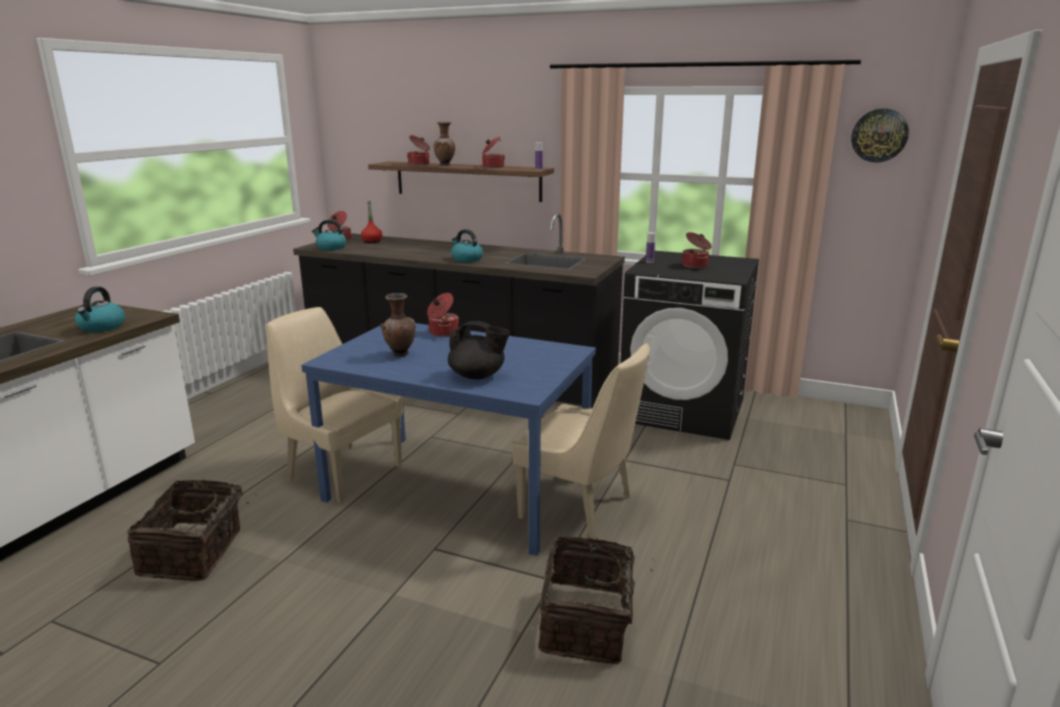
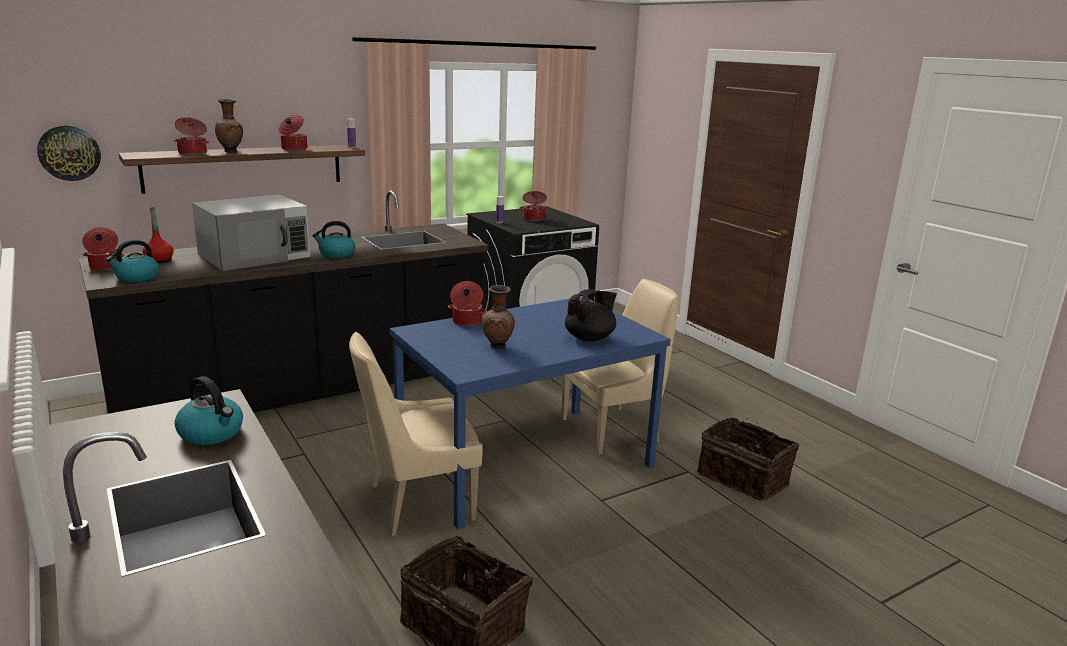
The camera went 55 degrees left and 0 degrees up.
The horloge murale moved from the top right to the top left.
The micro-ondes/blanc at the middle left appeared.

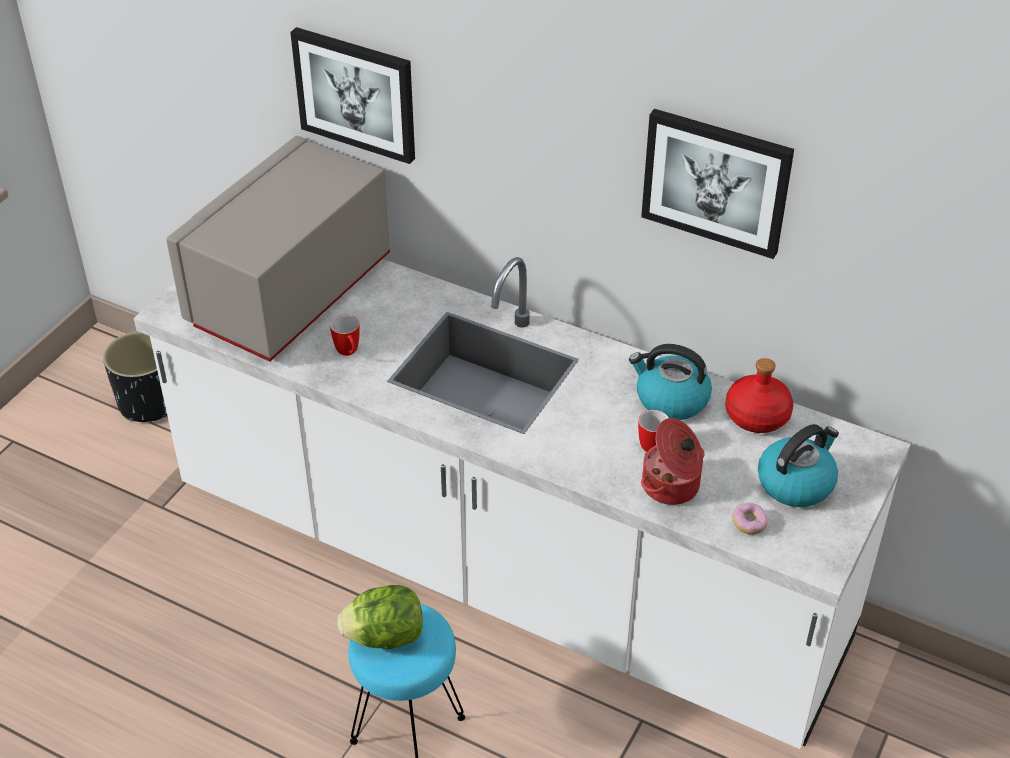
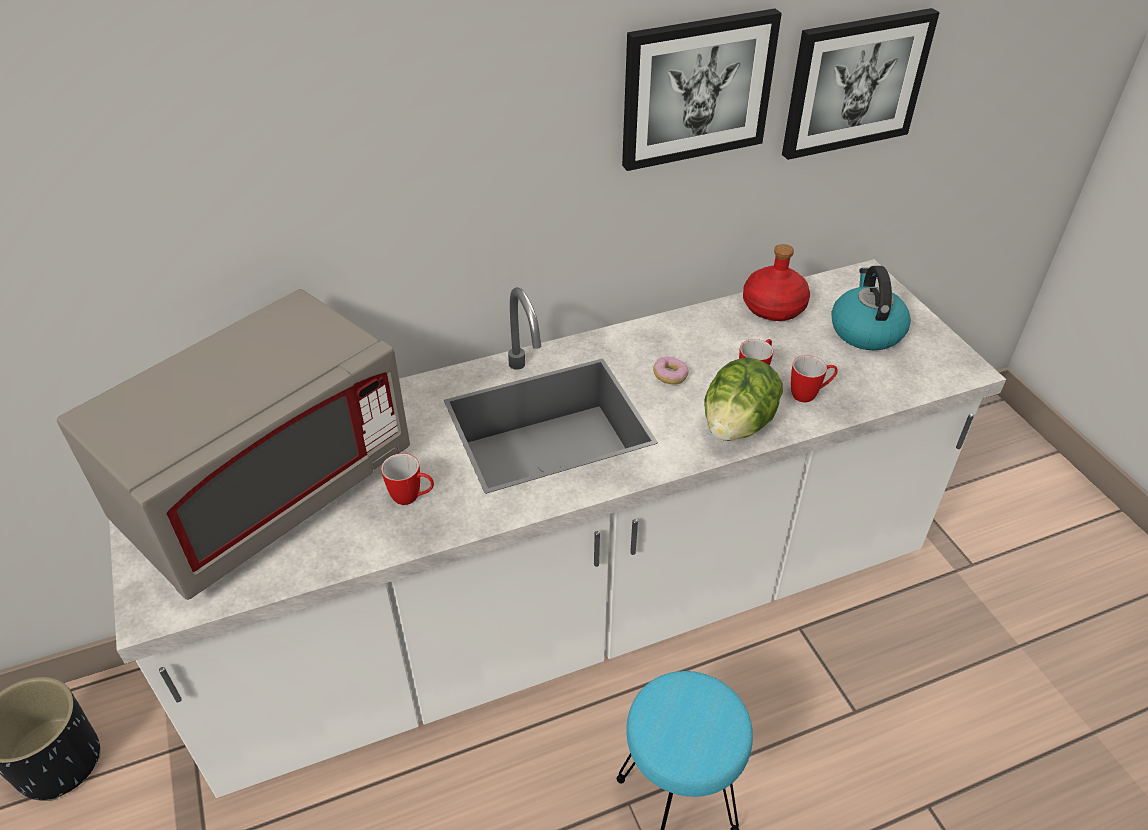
The camera went 50 degrees left and 0 degrees up.
The micro-ondes/gris at the top left turned 120 degrees counterclockwise.
The tableau (no. 1 from left in the first image) moved from the top centre to the top right.
The laitue moved from the bottom centre to the centre.
The bouilloire (no. 1 from left) at the centre disappeared.
The marmite at the centre was replaced by the mug (no. 3 from left) at the middle right.
The beignet moved from the bottom right to the centre.

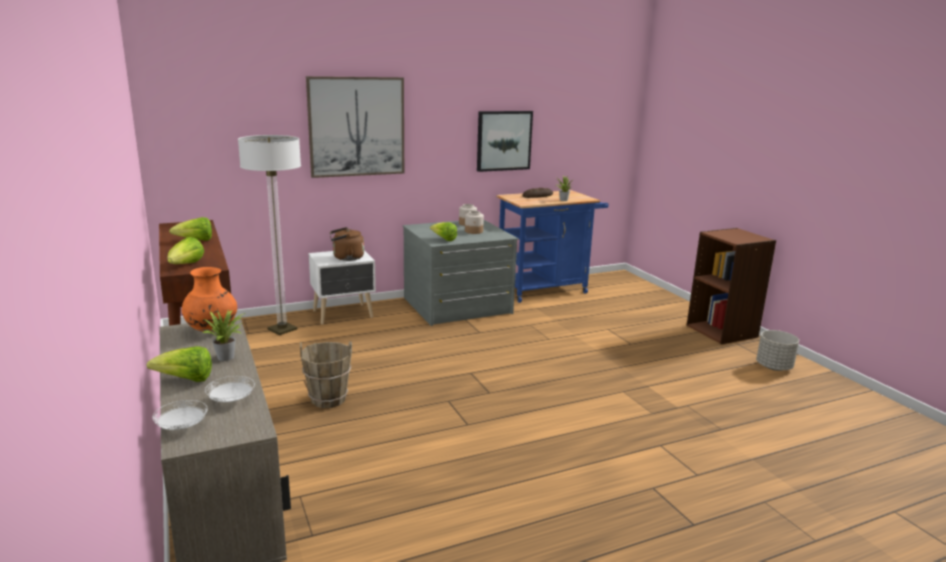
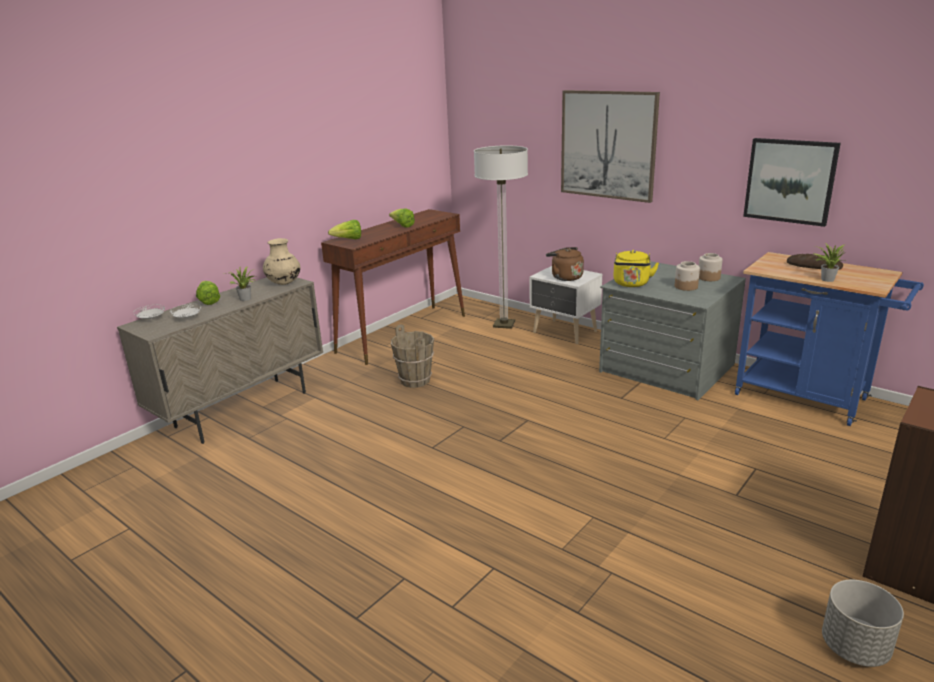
The camera went 65 degrees right and 5 degrees up.
The vase/orange at the middle left became the vase/beige at the middle left.
The laitue (no. 4 from left) at the centre was replaced by the bouilloire/jaune at the middle right.

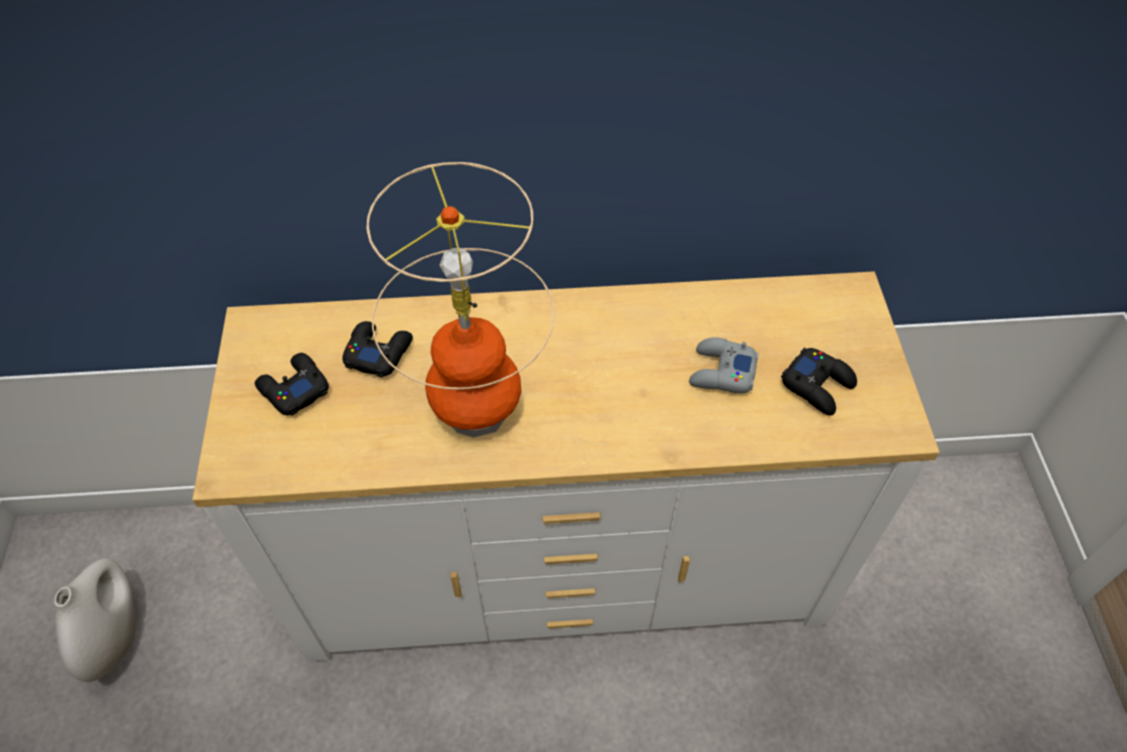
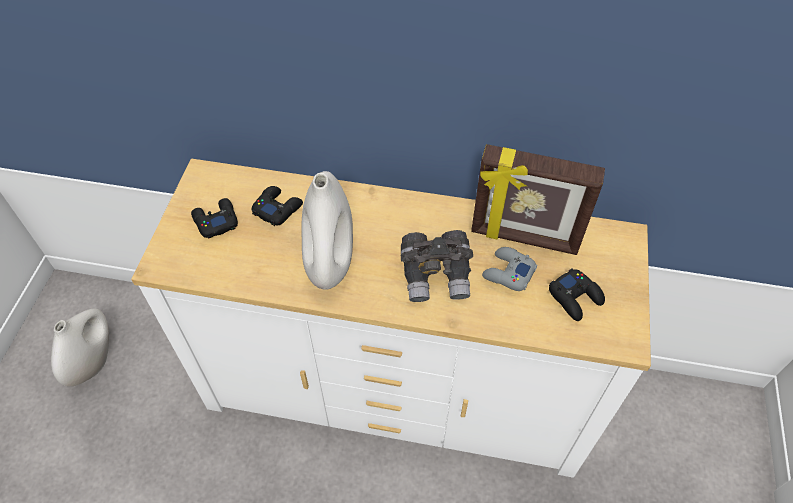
The camera went 15 degrees right and 0 degrees up.
The lampe de table at the centre was replaced by the vase/blanc (no. 2 from left) at the centre.
The jumelles/gris at the centre appeared.
The cadre photo at the middle right appeared.

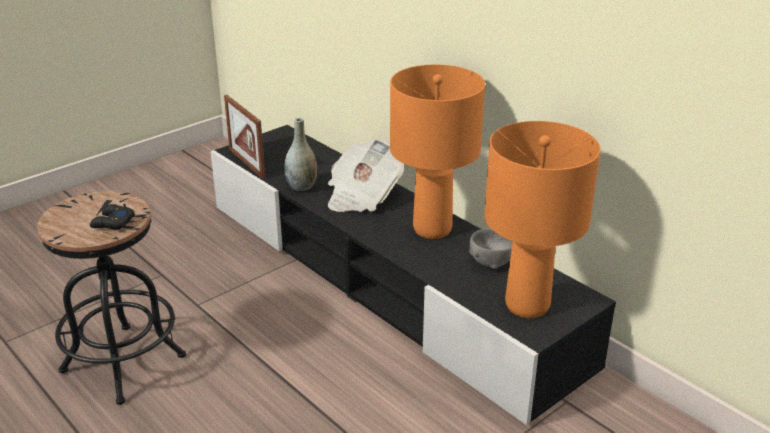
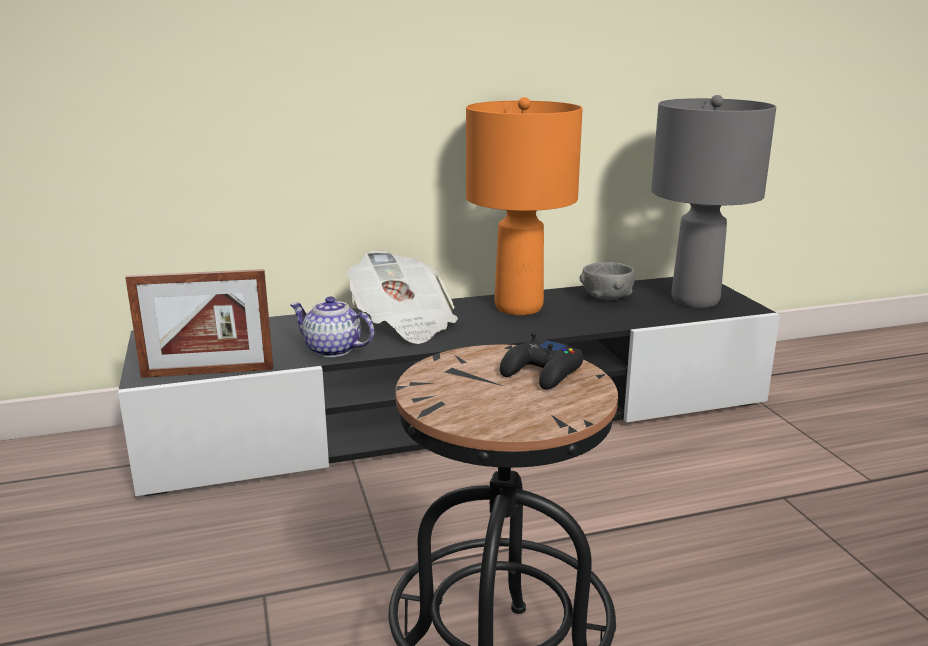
The camera went 65 degrees left and 10 degrees down.
The vase/gris at the centre was replaced by the théière at the centre.
The lampe de table/orange (no. 2 from left) at the middle right became the lampe de table/gris at the top right.

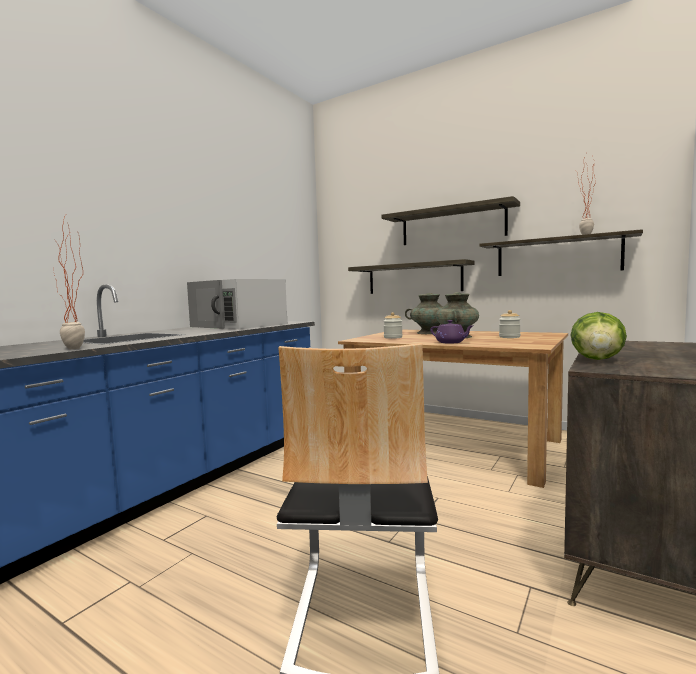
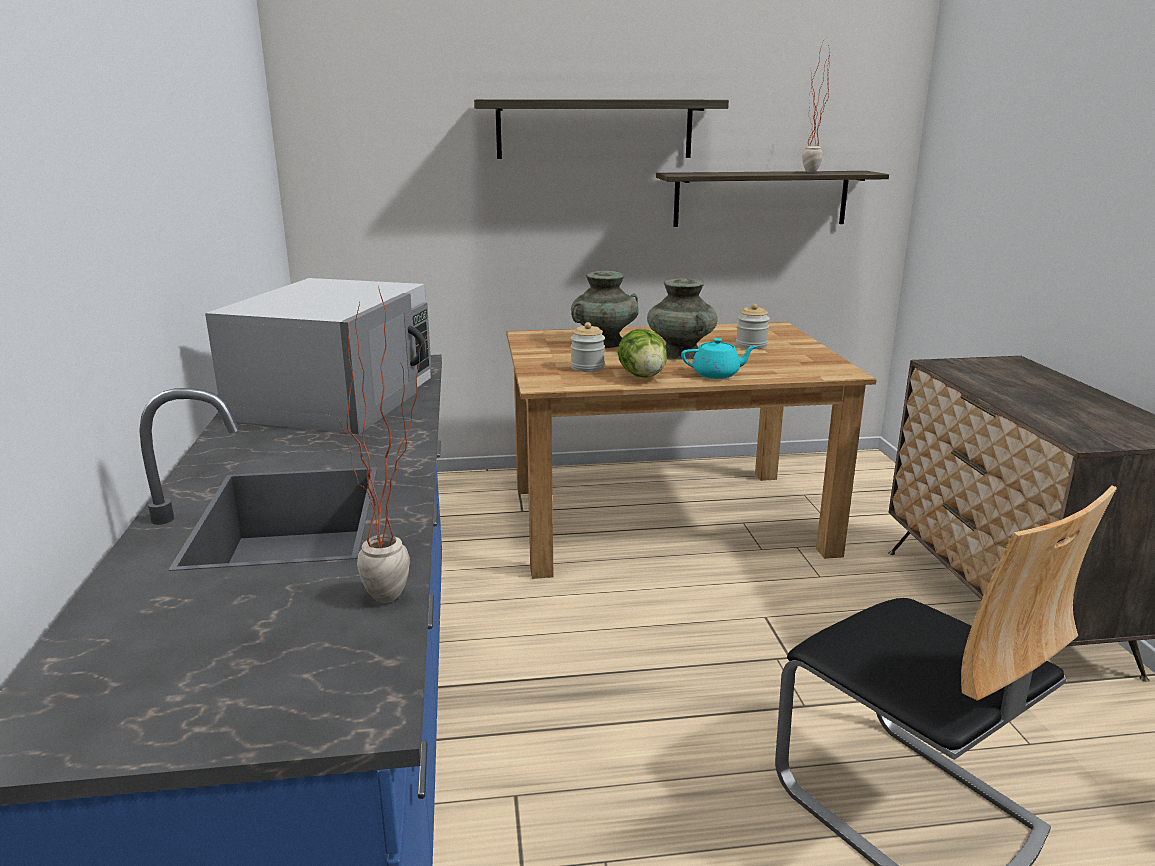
The camera went 40 degrees left and 15 degrees up.
The micro-ondes/blanc at the centre turned 75 degrees counterclockwise.
The étagère (no. 1 from left) at the centre disappeared.
The théière/violet at the centre became the théière/turquoise at the centre.
The laitue moved from the middle right to the centre.

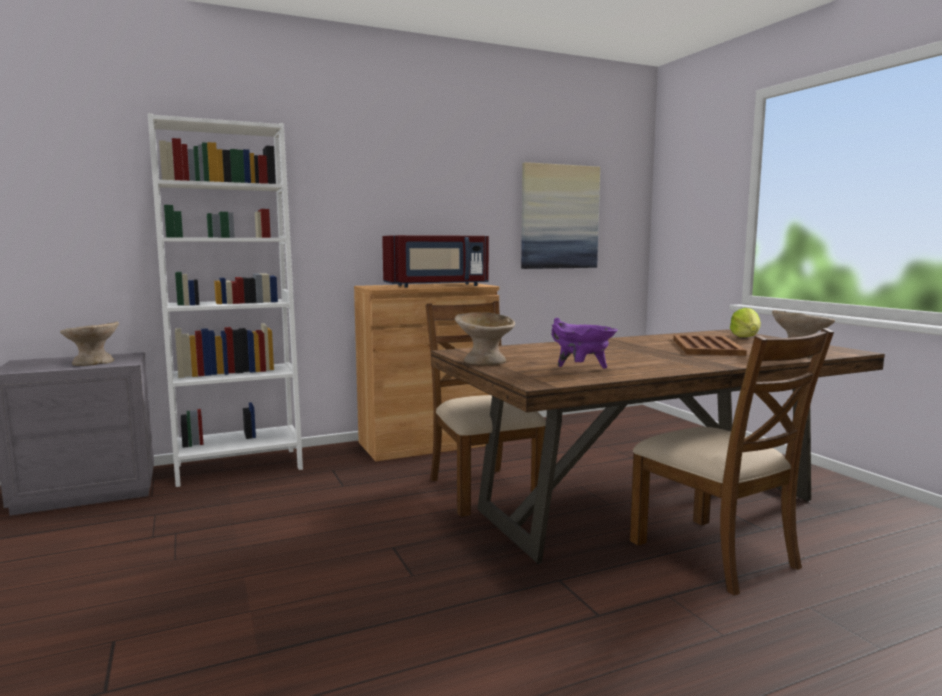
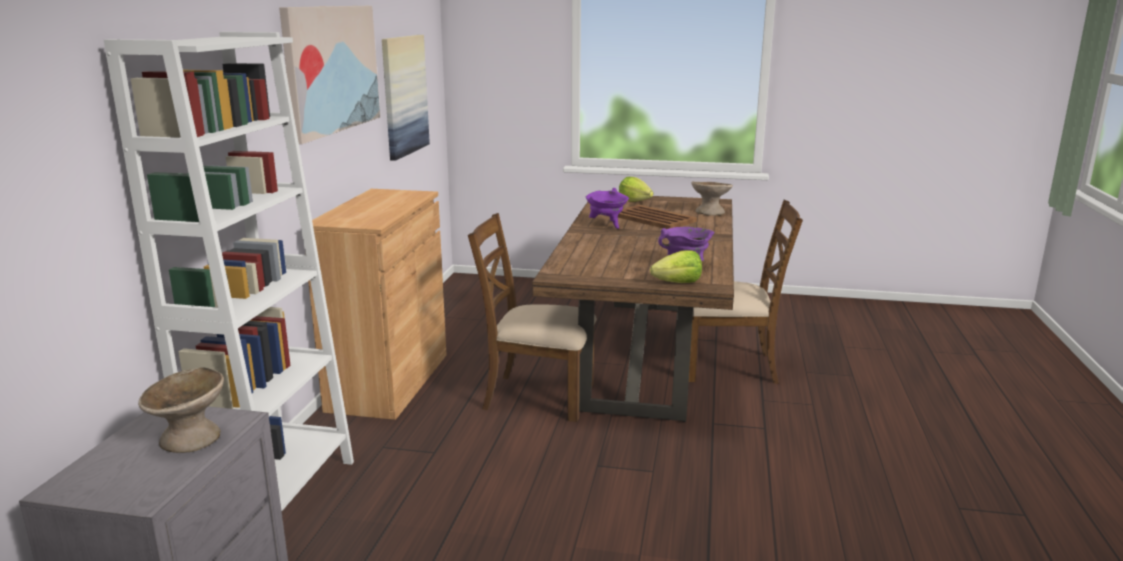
The camera went 55 degrees left and 10 degrees up.
The micro-ondes/rouge at the centre disappeared.
The bol/beige (no. 2 from left) at the centre disappeared.
The tableau (no. 1 from left) at the top left appeared.
The marmite/violet (no. 1 from left) at the centre appeared.
The laitue (no. 2 from left) at the centre appeared.

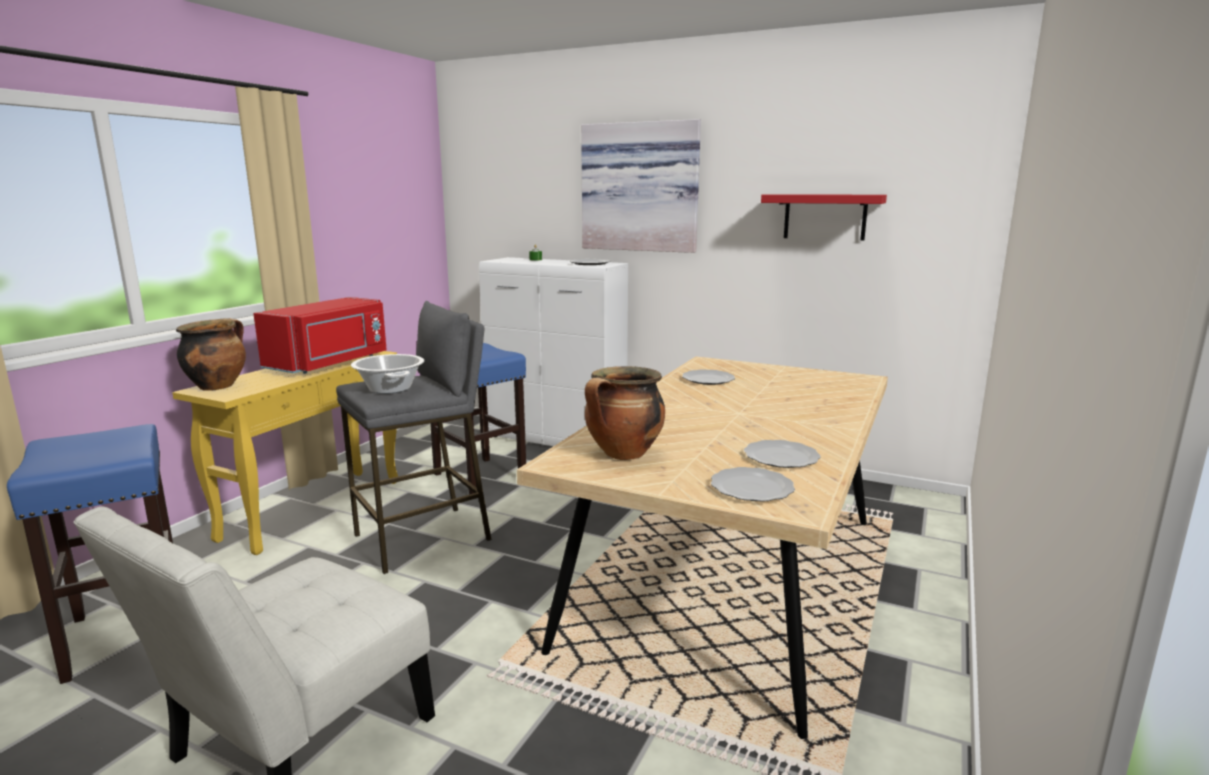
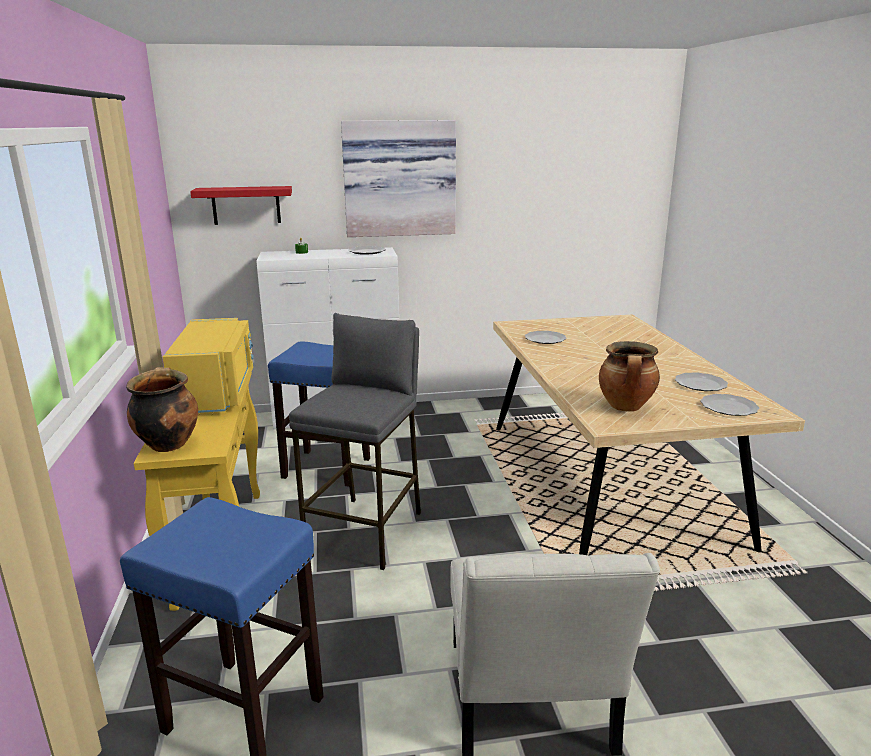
The camera went 35 degrees left and 5 degrees up.
The micro-ondes/rouge at the middle left became the micro-ondes/jaune at the middle left.
The marmite (no. 2 from left) at the middle left disappeared.
The étagère/rouge moved from the top right to the top left.

